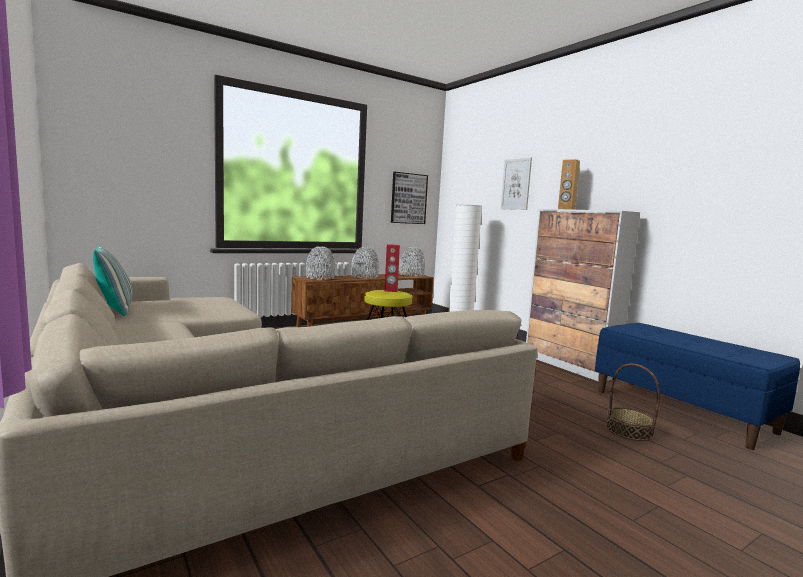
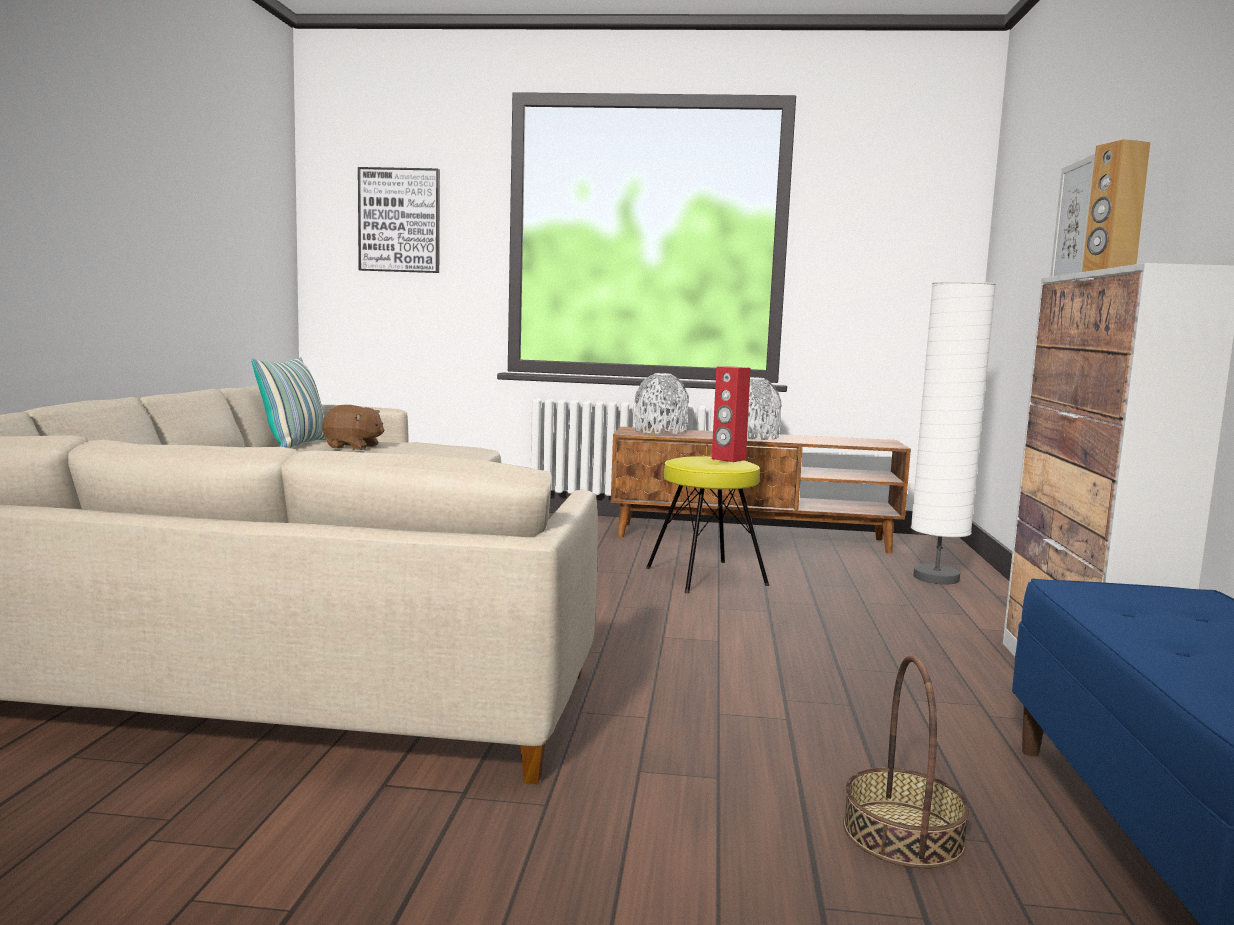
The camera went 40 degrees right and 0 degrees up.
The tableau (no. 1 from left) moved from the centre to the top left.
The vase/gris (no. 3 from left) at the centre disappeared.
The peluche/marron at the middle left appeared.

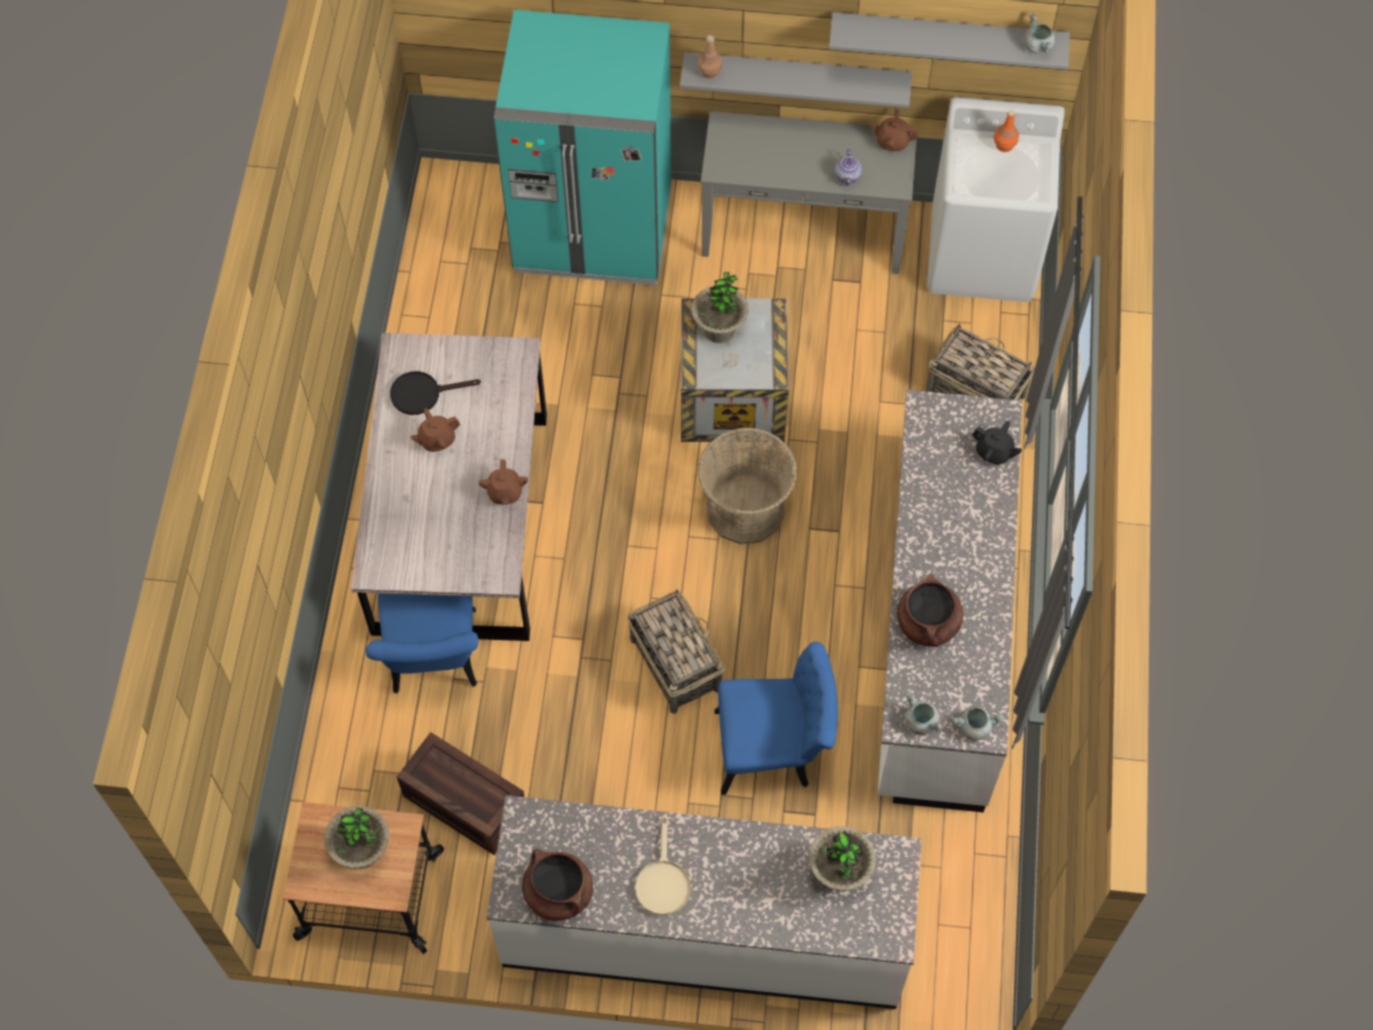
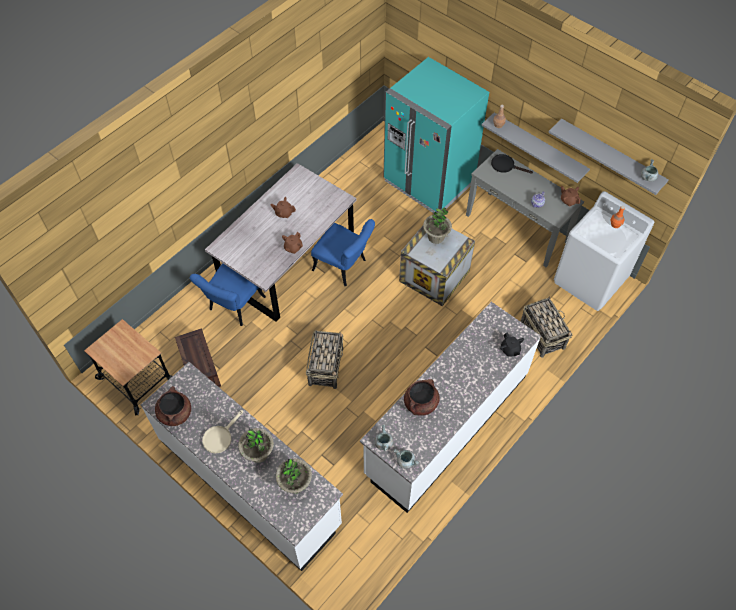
The camera went 35 degrees right and 5 degrees down.
The plante en pot (no. 1 from left) moved from the bottom left to the bottom centre.
The poêle/noir moved from the middle left to the top right.
The panier (no. 2 from left) at the centre disappeared.
The chaise/bleu (no. 2 from left) moved from the bottom centre to the centre.

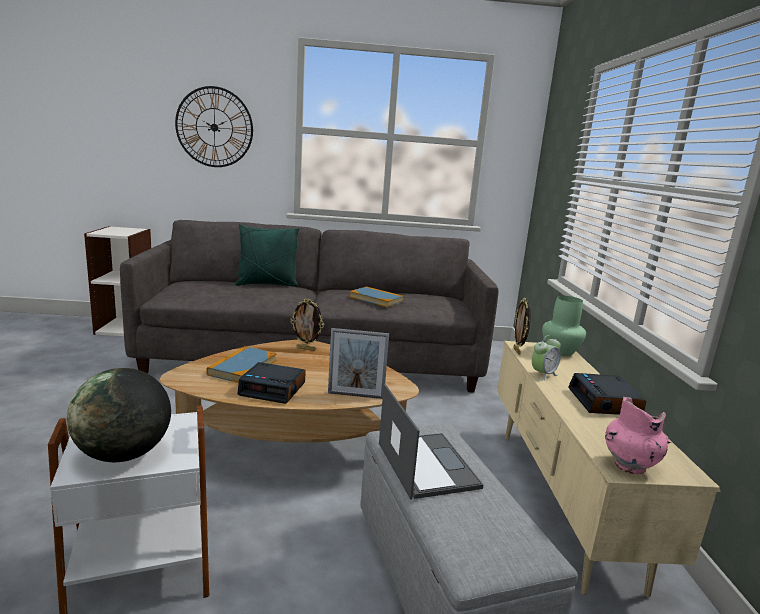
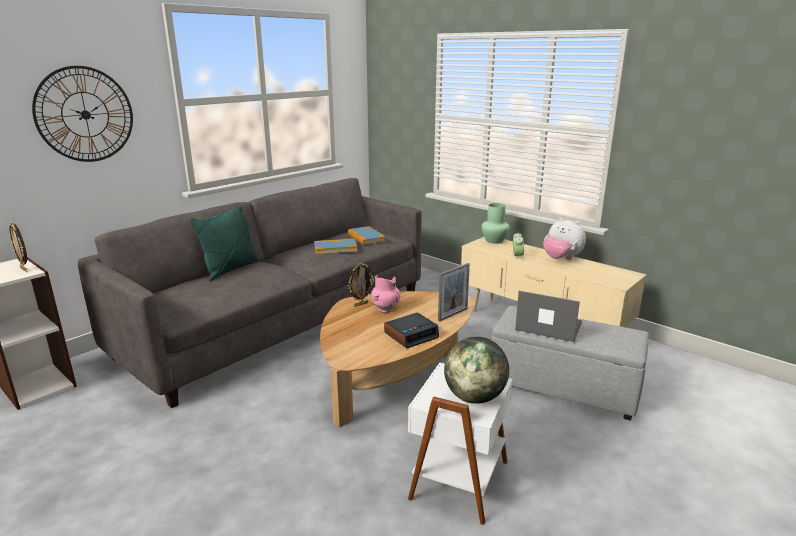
The camera went 45 degrees left and 5 degrees up.
The livre (no. 1 from left in the first image) moved from the middle left to the centre.
The cadre photo (no. 3 from left in the first image) moved from the middle right to the middle left.
The réveil (no. 3 from left) at the middle right was replaced by the peluche at the middle right.
The vase/rose moved from the bottom right to the centre.

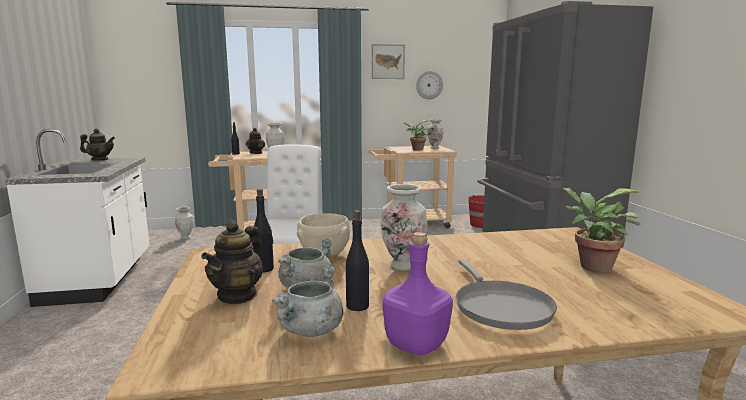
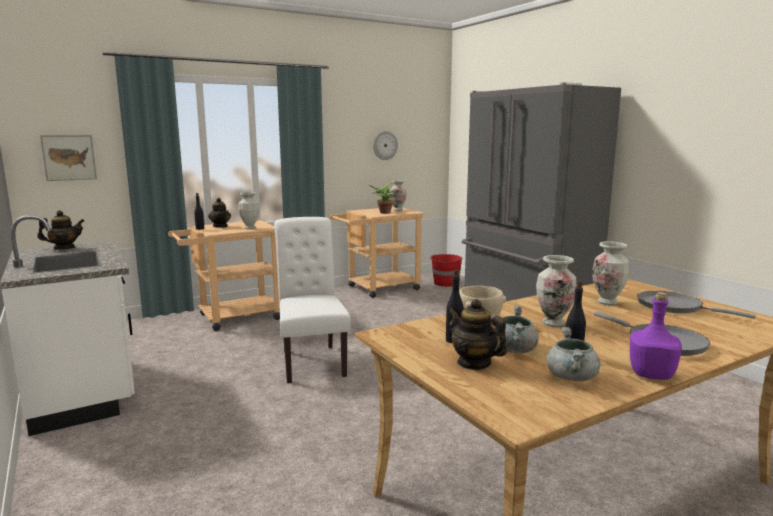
The camera went 20 degrees left and 0 degrees up.
The vase (no. 1 from left in the first image) moved from the middle left to the middle right.
The théière (no. 2 from left in the first image) at the middle left turned 135 degrees clockwise.
The tableau moved from the top centre to the top left.
The plante en pot (no. 2 from left) at the middle right was replaced by the poêle/gris (no. 2 from left) at the middle right.

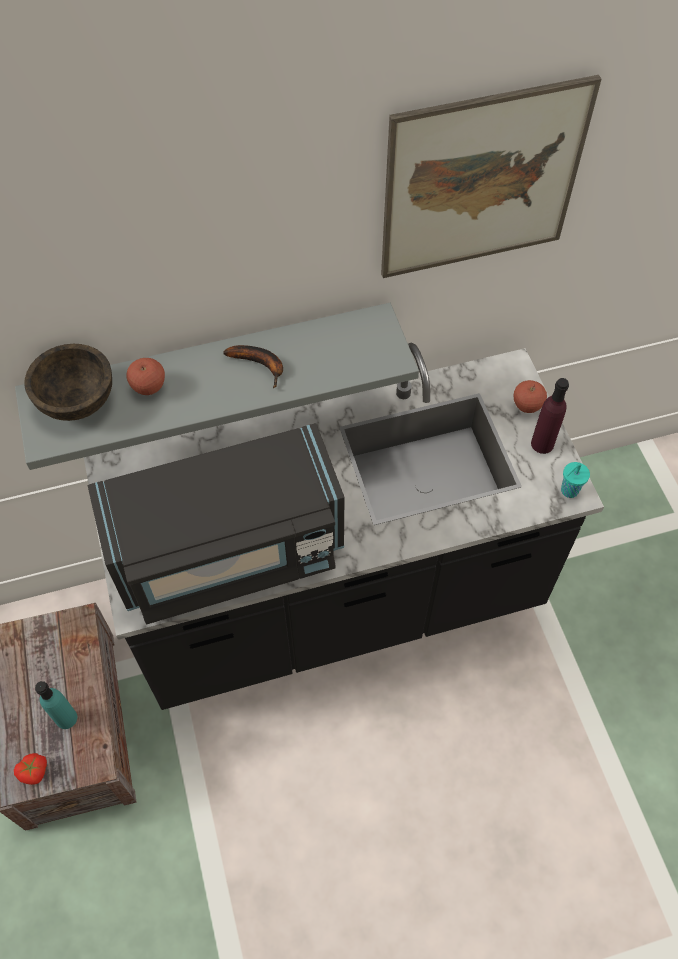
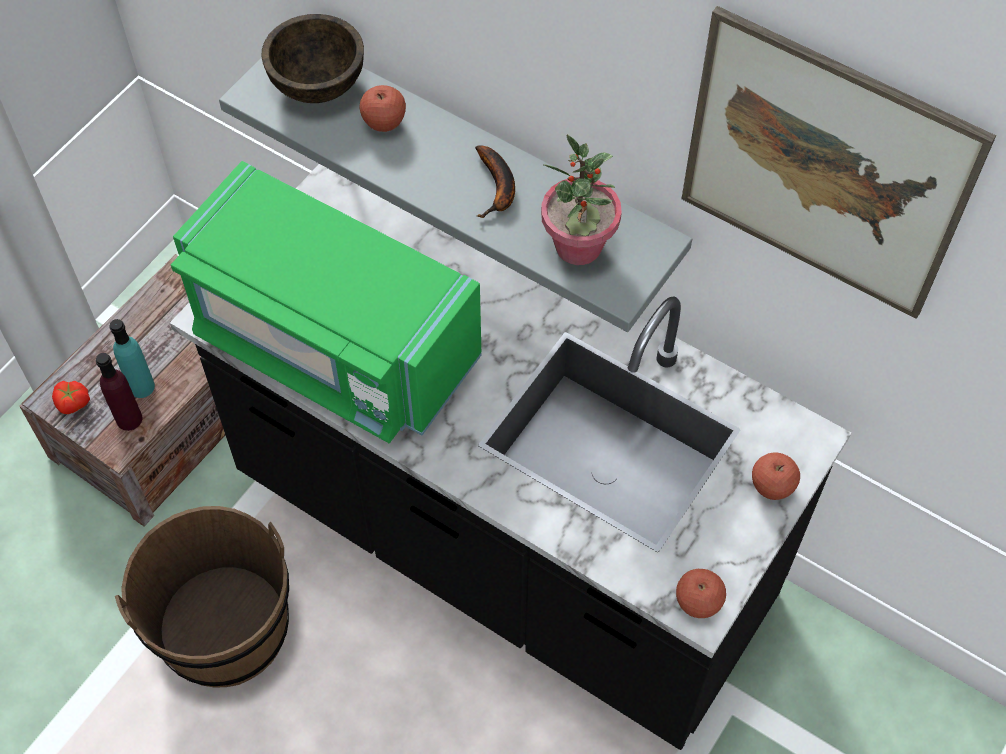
The camera went 50 degrees right and 0 degrees up.
The micro-ondes/noir at the middle left became the micro-ondes/vert at the middle left.
The bouteille/violet moved from the middle right to the middle left.
The tasse/turquoise at the middle right was replaced by the pomme (no. 2 from left) at the bottom right.
The seau/marron at the bottom left appeared.
The plante en pot at the top centre appeared.

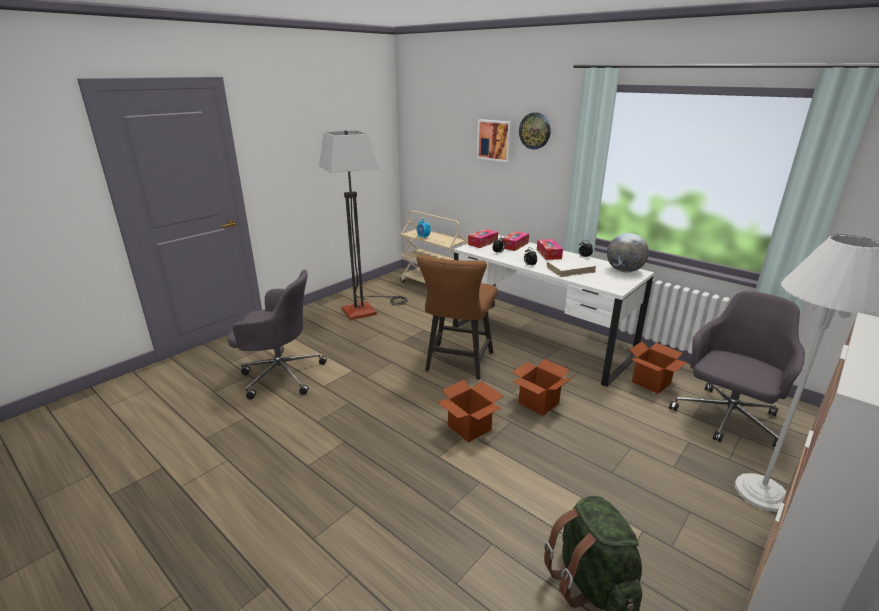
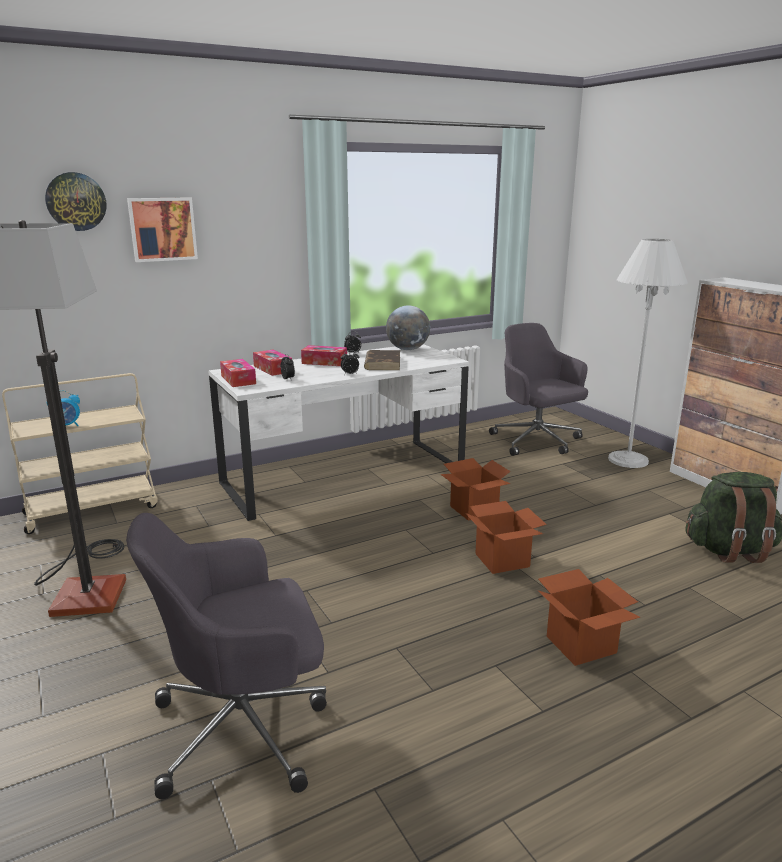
The camera went 70 degrees left and 5 degrees down.
The chaise de bureau/gris (no. 1 from left) at the middle left turned 135 degrees counterclockwise.
The chaise/marron at the centre disappeared.
The horloge murale moved from the top centre to the top left.
The livre/blanc at the centre became the livre/marron at the centre.
The carton (no. 3 from left) moved from the middle right to the bottom right.

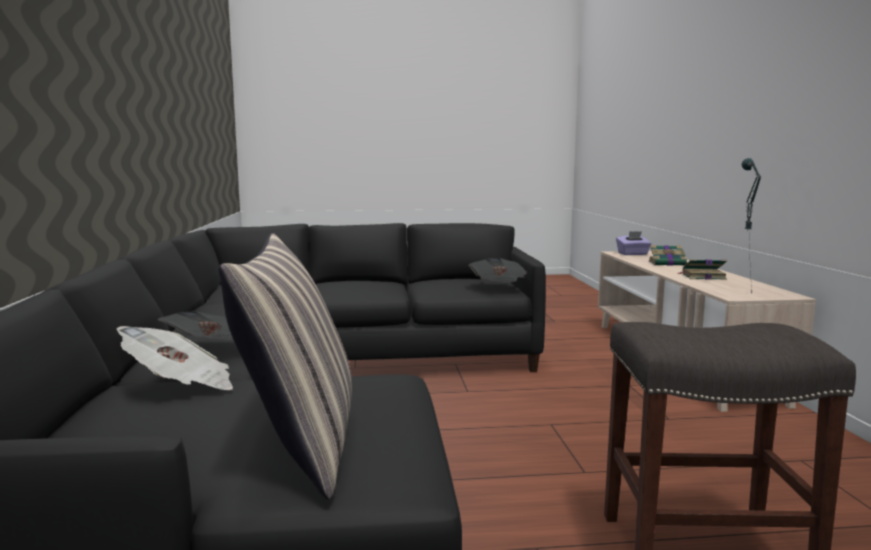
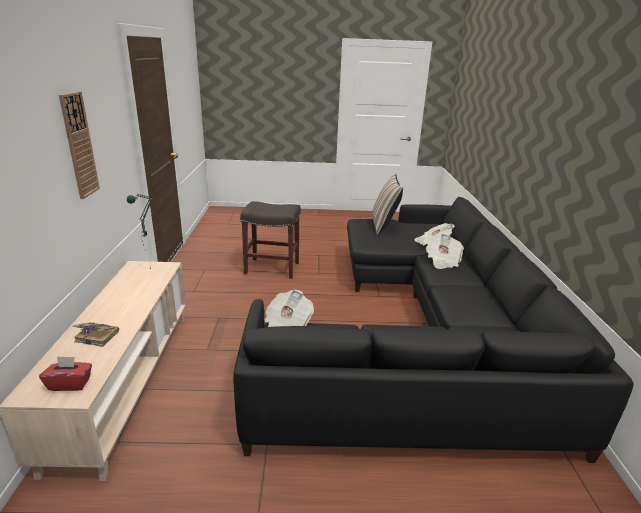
The camera went 175 degrees left and 15 degrees up.
The boîte à mouchoirs/violet at the middle right became the boîte à mouchoirs/rouge at the bottom left.
The livre (no. 2 from left) at the middle right disappeared.
The horloge murale at the top left appeared.

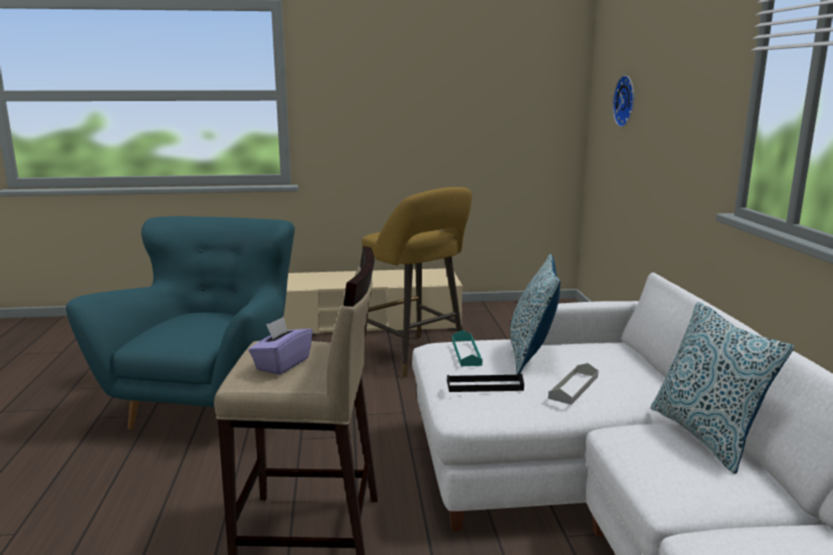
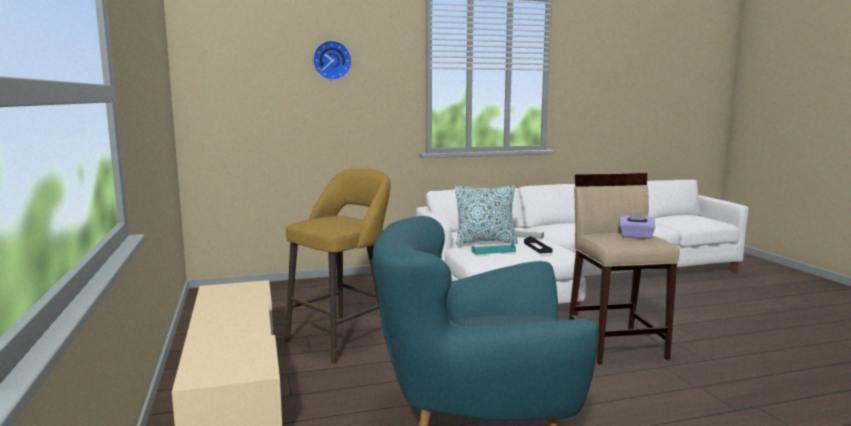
The camera went 100 degrees left and 5 degrees down.
The horloge murale moved from the top right to the top centre.
The coussin (no. 2 from left) at the bottom right disappeared.

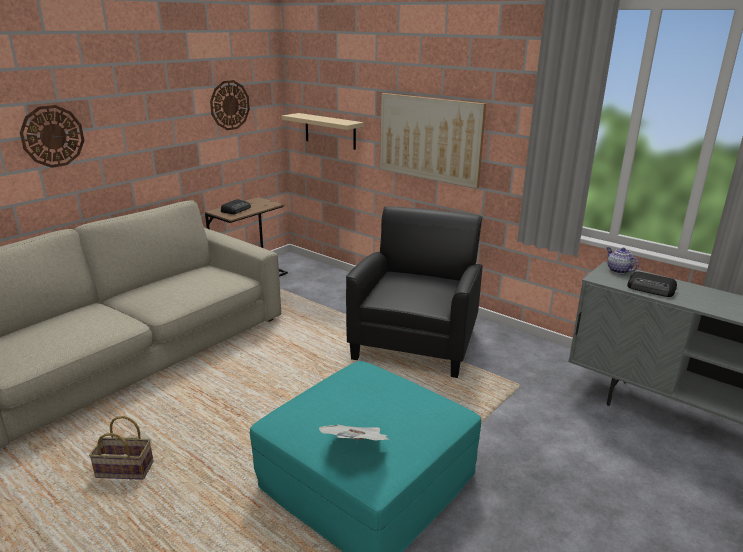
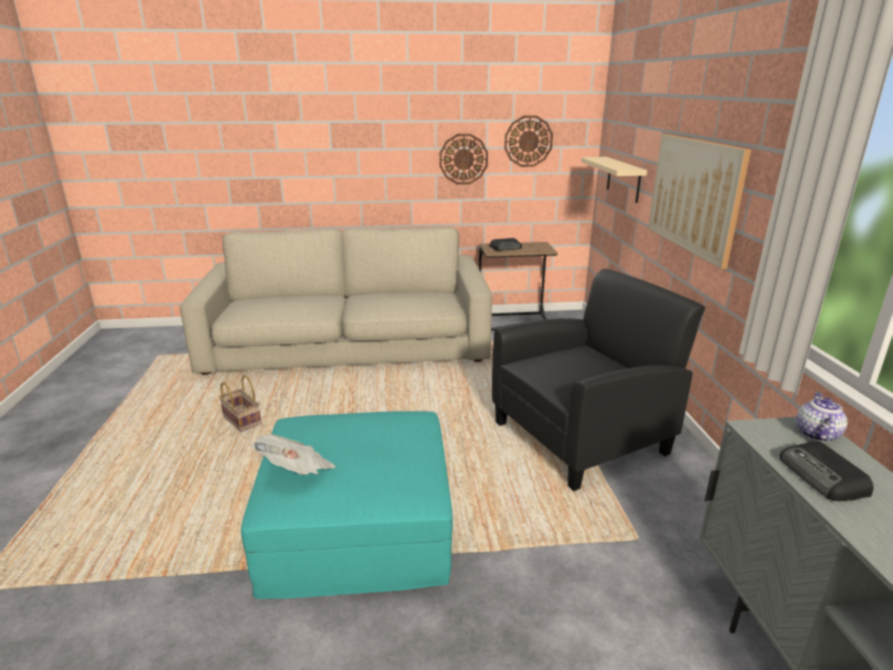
The camera went 45 degrees right and 0 degrees up.
The horloge murale (no. 1 from left) moved from the top left to the top centre.

